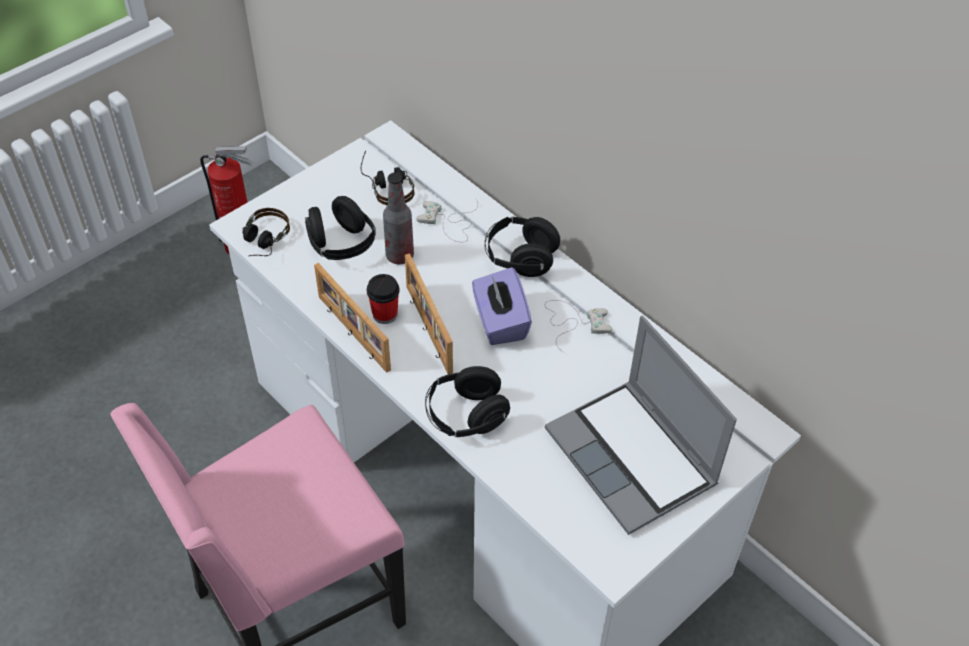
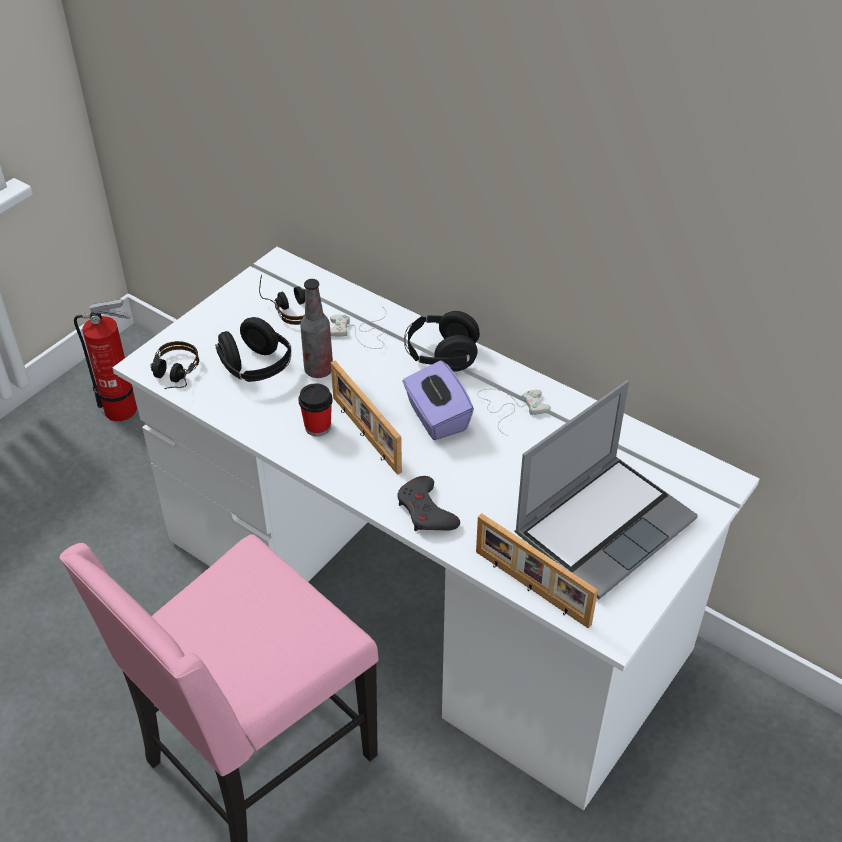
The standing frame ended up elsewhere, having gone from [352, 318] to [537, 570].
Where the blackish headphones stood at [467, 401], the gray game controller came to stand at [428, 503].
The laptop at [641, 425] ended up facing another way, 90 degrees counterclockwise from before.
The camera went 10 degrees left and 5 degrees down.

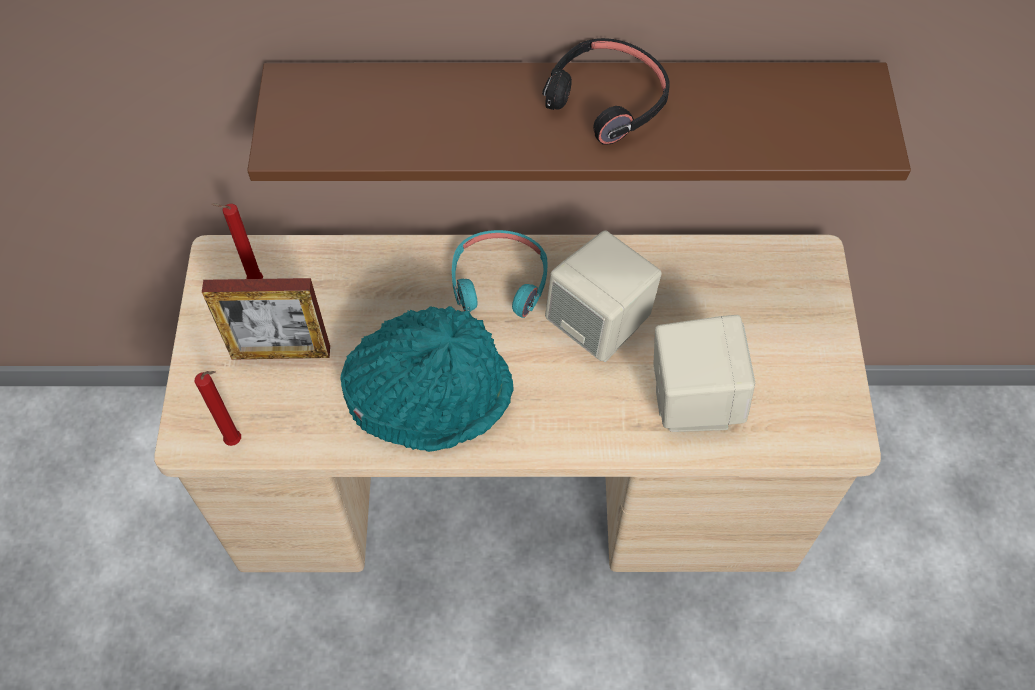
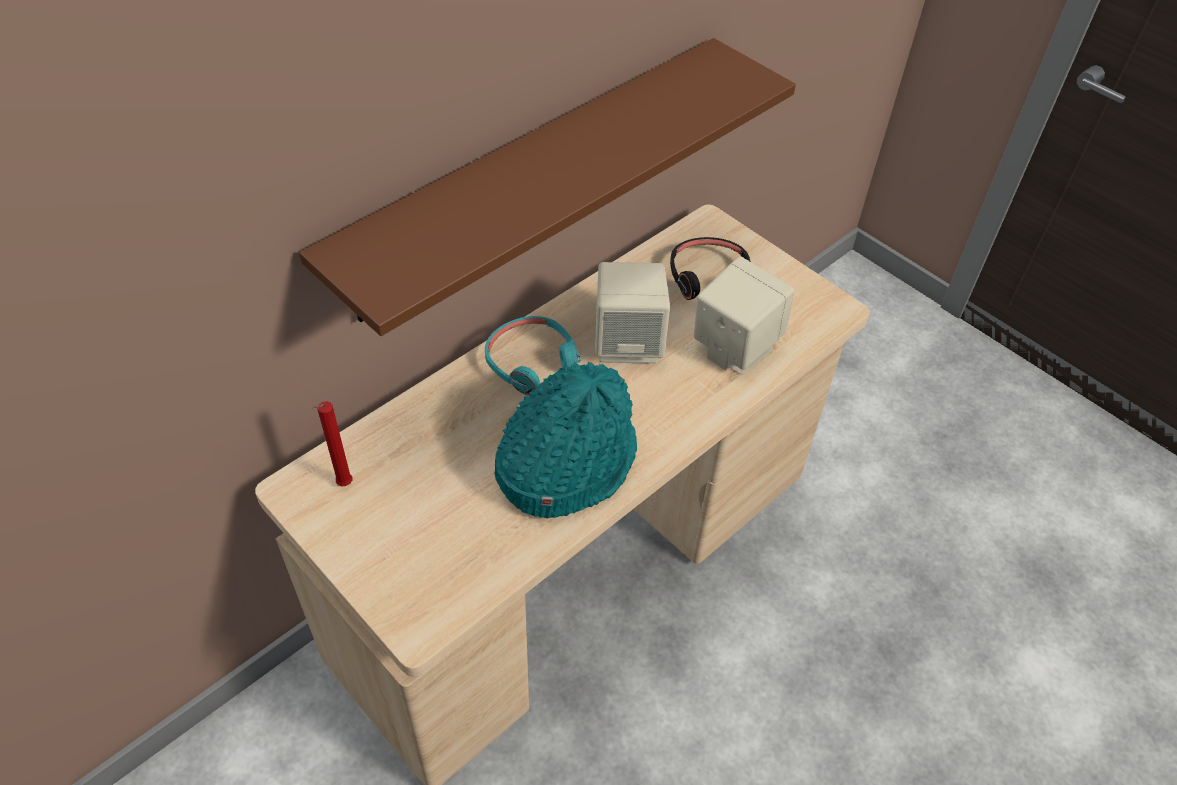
The second view lost the red wax candle at [218, 408].
The second view lost the standing frame at [266, 319].
The blackish headphones ended up elsewhere, having gone from [606, 91] to [710, 268].
The camera went 45 degrees left and 10 degrees down.

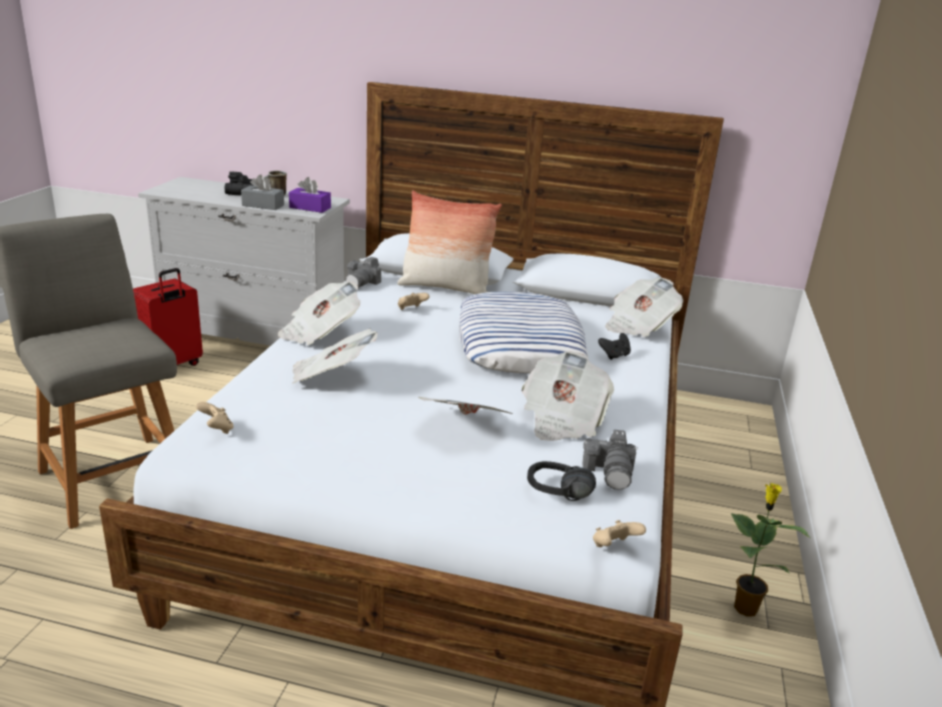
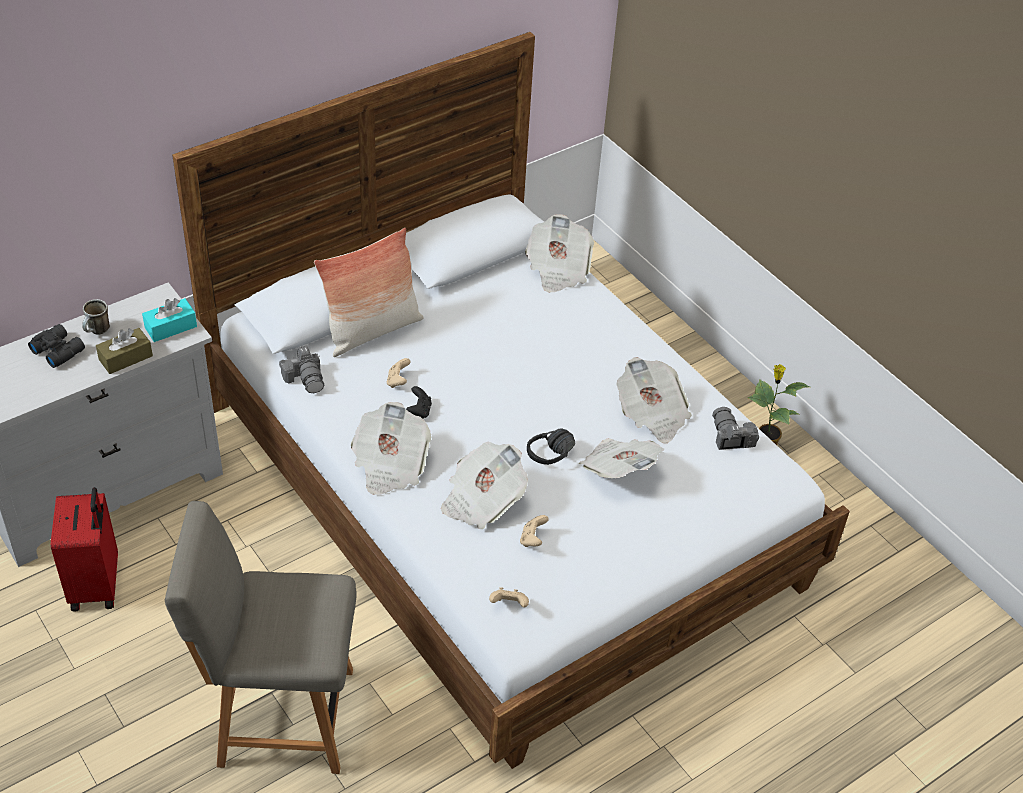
What was the gray tissue holder at [262, 192] turned into the brown tissue holder at [124, 351].
What was the purplish tissue holder at [310, 195] turned into the turquoise tissue holder at [169, 320].
The second view lost the cushion at [524, 333].
The blackish headphones ended up elsewhere, having gone from [561, 481] to [551, 446].
The photo camera at [610, 460] ended up facing another way, 150 degrees counterclockwise from before.
The beige game controller ended up elsewhere, having gone from [619, 533] to [534, 531].
The blackish game controller ended up elsewhere, having gone from [614, 346] to [419, 402].
The camera went 50 degrees left and 20 degrees up.

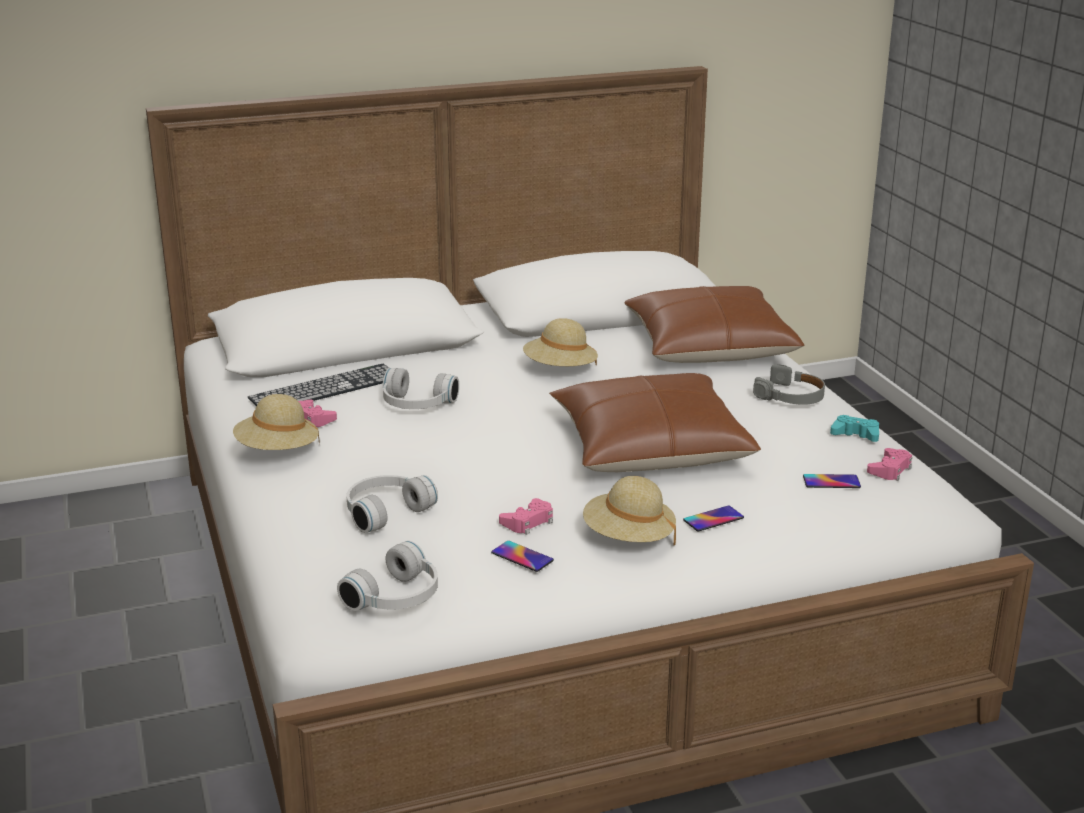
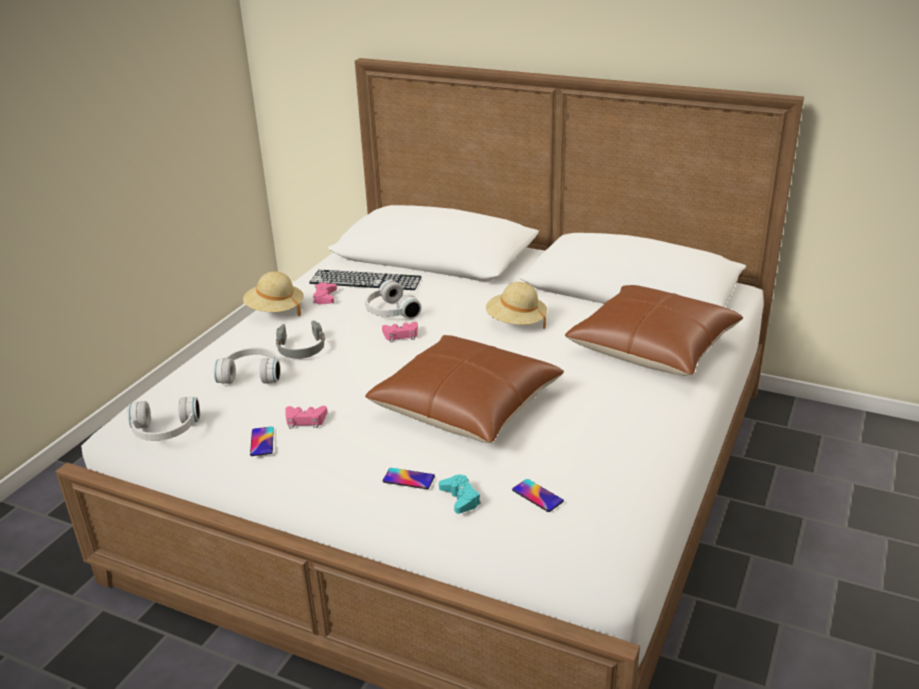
The second view lost the beige hat at [629, 511].
The gray headphones ended up elsewhere, having gone from [789, 384] to [300, 339].
The turquoise game controller ended up elsewhere, having gone from [854, 428] to [460, 494].
The pink-coloured game controller ended up elsewhere, having gone from [889, 464] to [400, 332].
The camera went 45 degrees right and 5 degrees up.

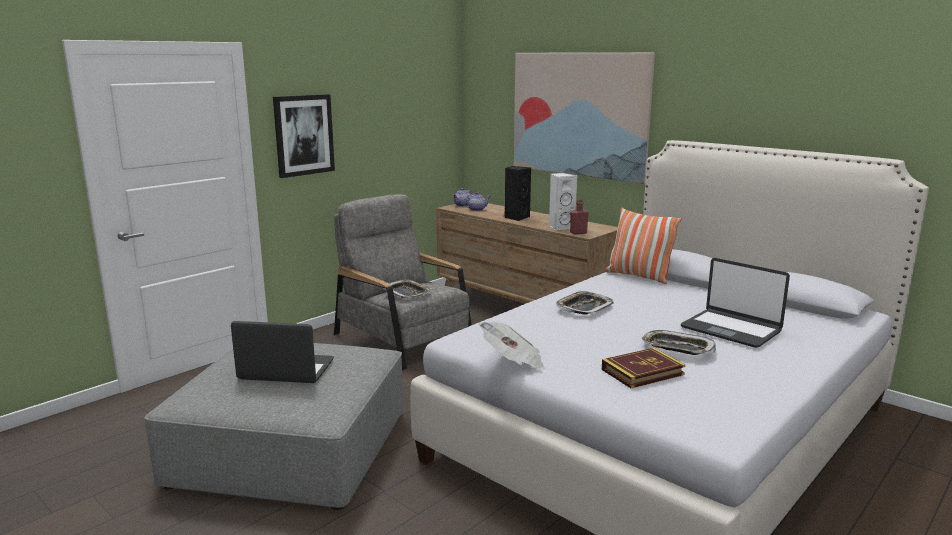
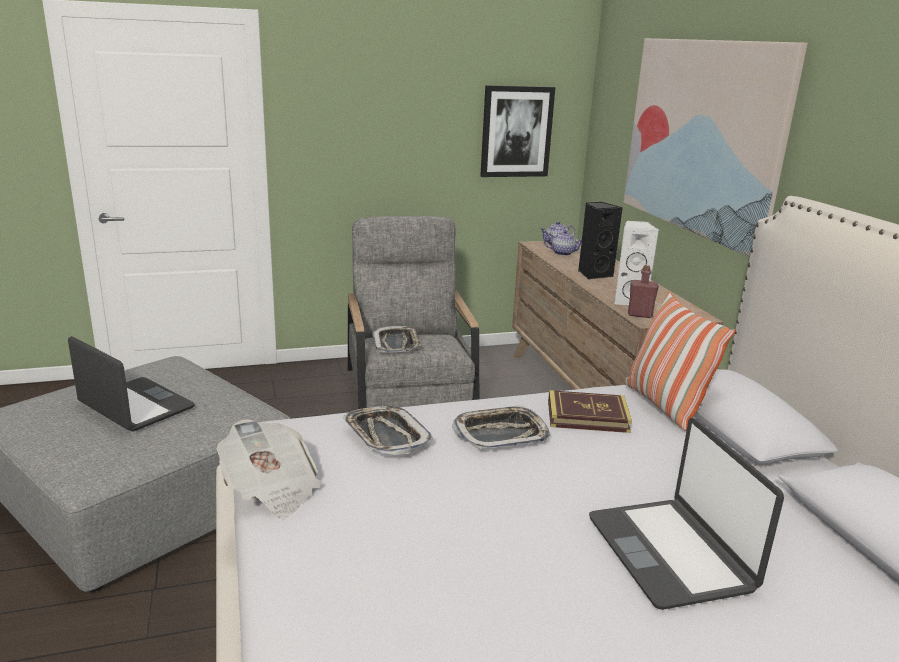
The wall picture ended up elsewhere, having gone from [304, 136] to [517, 131].
The volume ended up elsewhere, having gone from [643, 368] to [590, 411].
The serving tray ended up elsewhere, having gone from [678, 342] to [388, 430].
The camera went 30 degrees right and 5 degrees up.

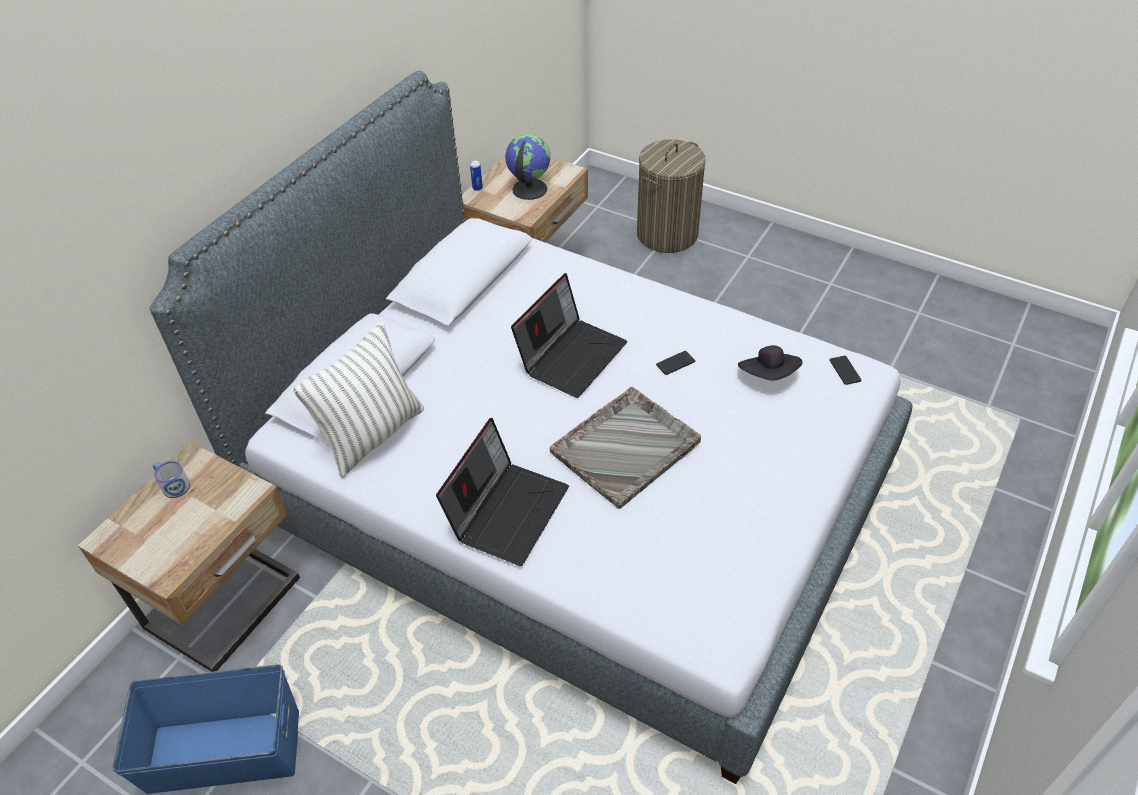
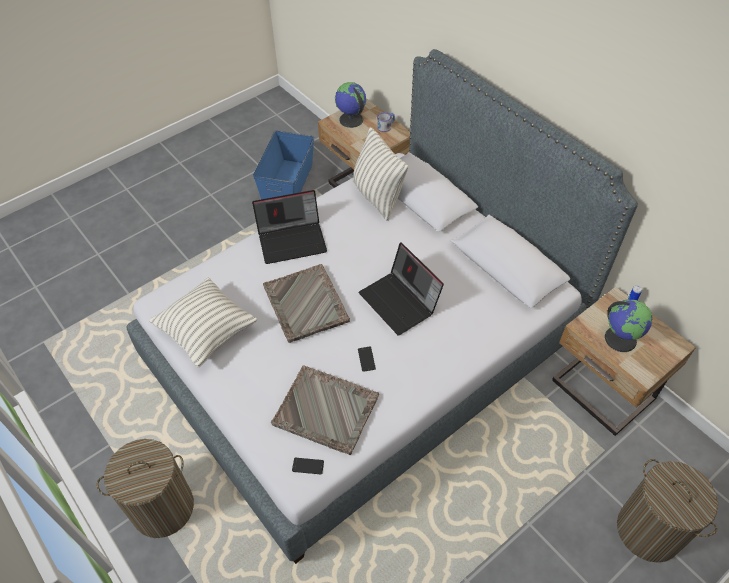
The laptop at [502, 492] ended up facing another way, 60 degrees counterclockwise from before.
Where the blackish hat stood at [770, 362], the gray serving tray came to stand at [325, 410].
The second view gained the hamper at [145, 488].
The second view gained the cushion at [203, 322].
The second view gained the globe at [350, 105].
The camera went 110 degrees right and 5 degrees up.

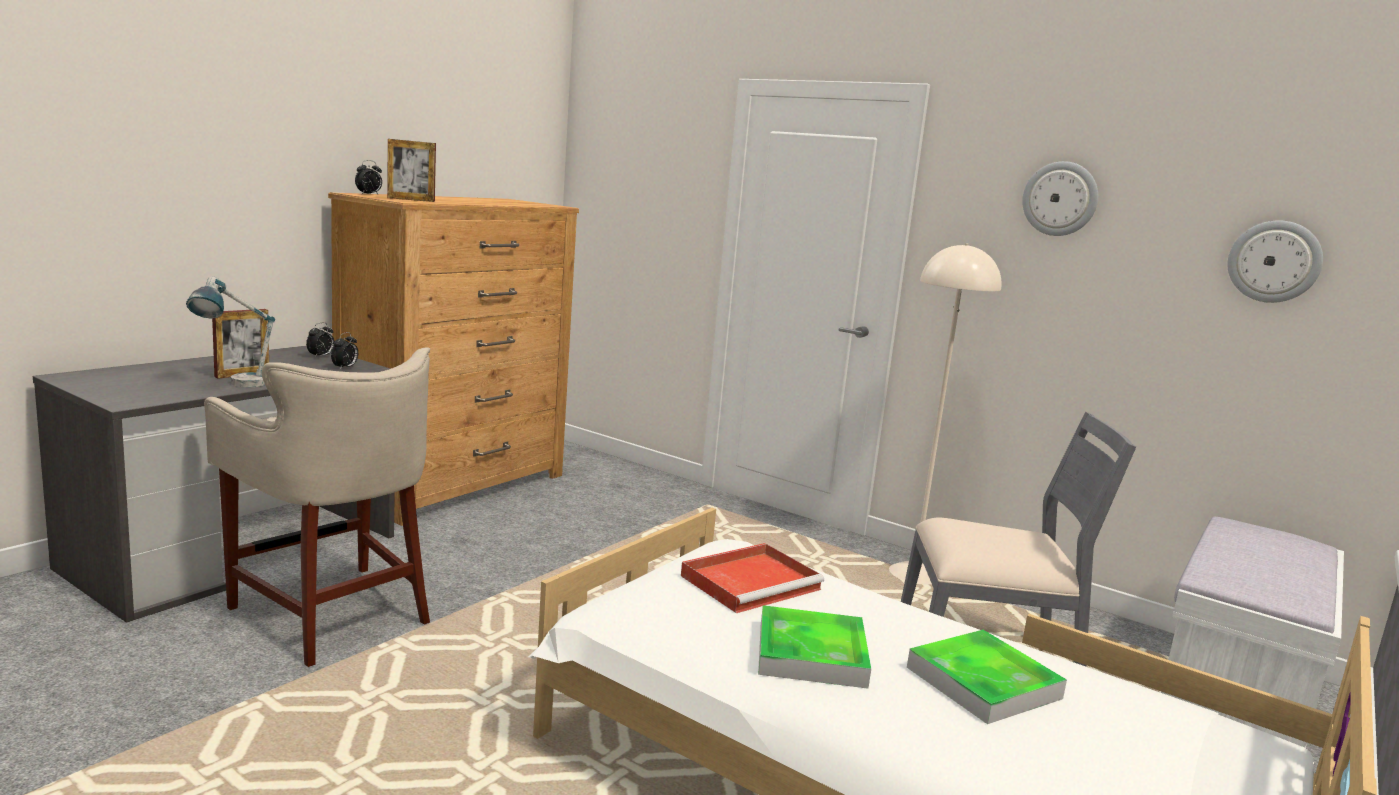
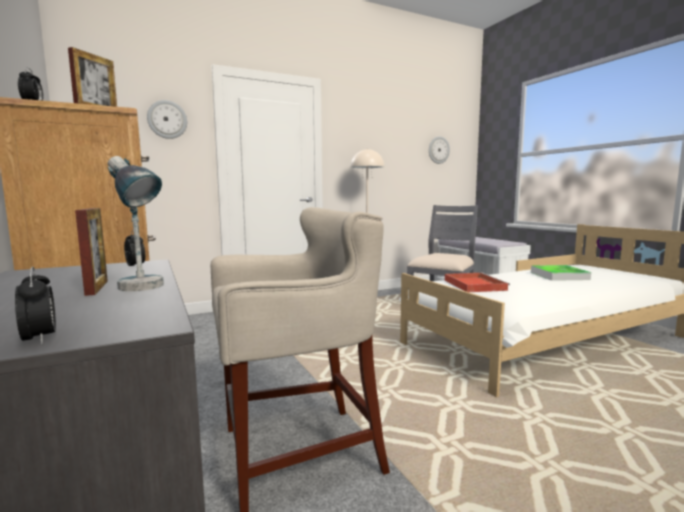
The alarm clock ended up elsewhere, having gone from [320, 340] to [35, 305].
The second view lost the serving tray at [814, 647].
The wall clock ended up elsewhere, having gone from [1060, 198] to [167, 119].
The camera went 60 degrees left and 5 degrees down.

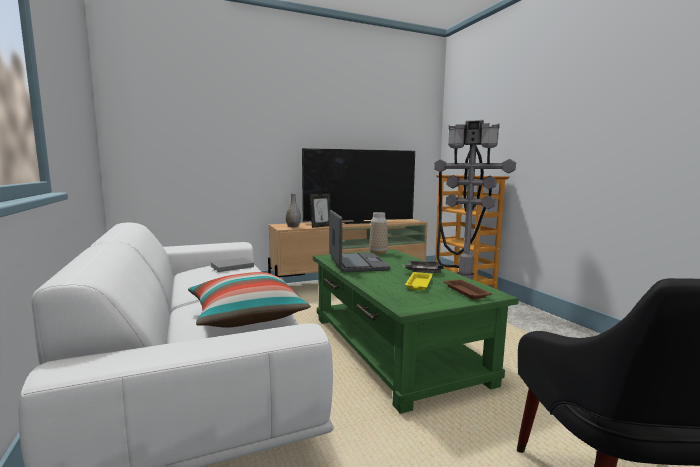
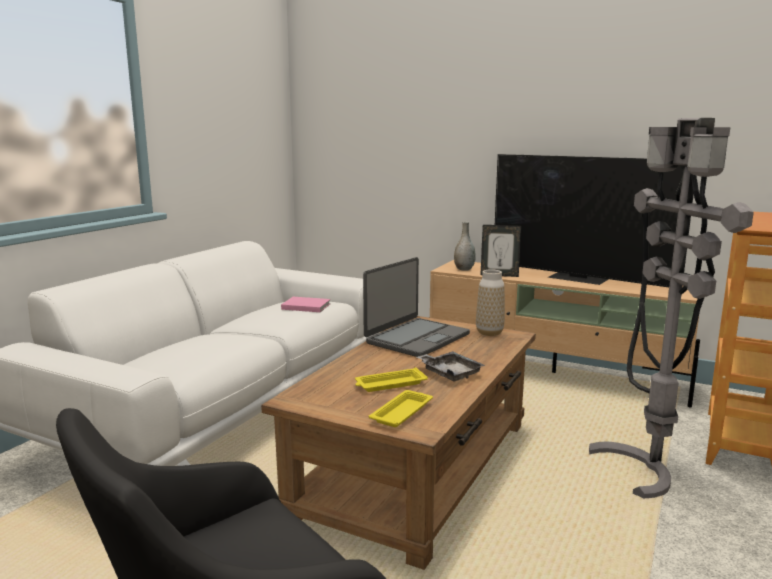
The second view lost the cushion at [249, 300].
What was the gray volume at [232, 265] turned into the pink-coloured volume at [305, 304].
What was the green lounge table at [416, 331] turned into the brown lounge table at [398, 443].
What was the brown serving tray at [468, 289] turned into the yellow-coloured serving tray at [401, 408].
The camera went 50 degrees right and 5 degrees up.

